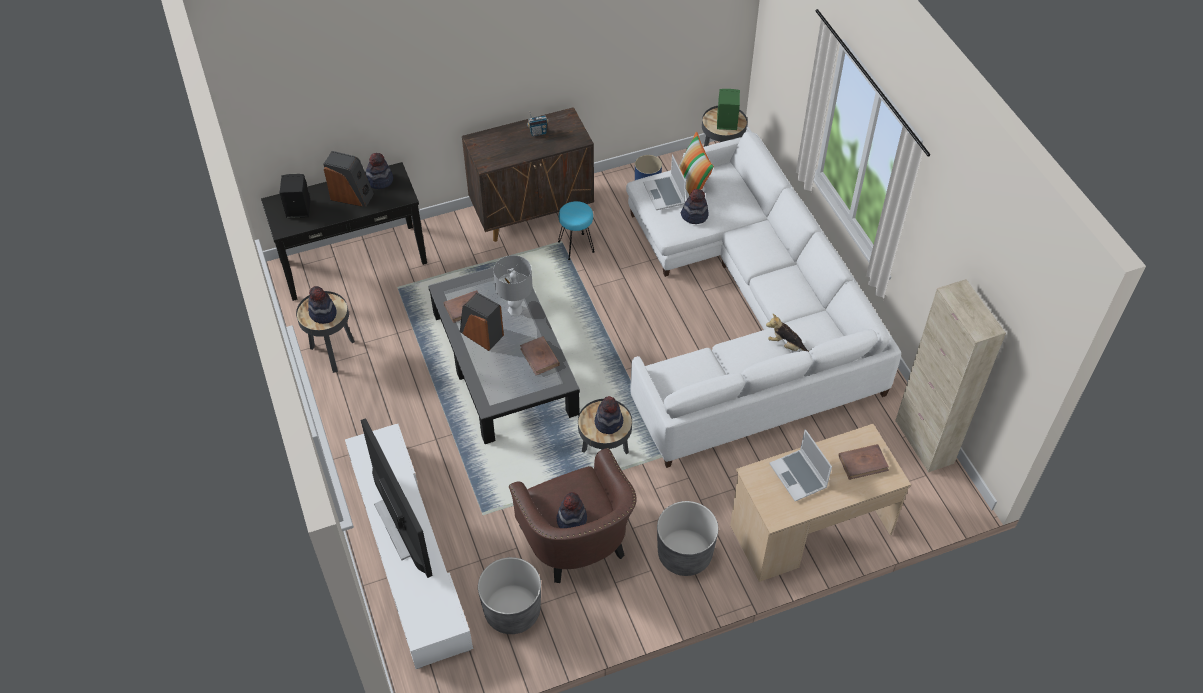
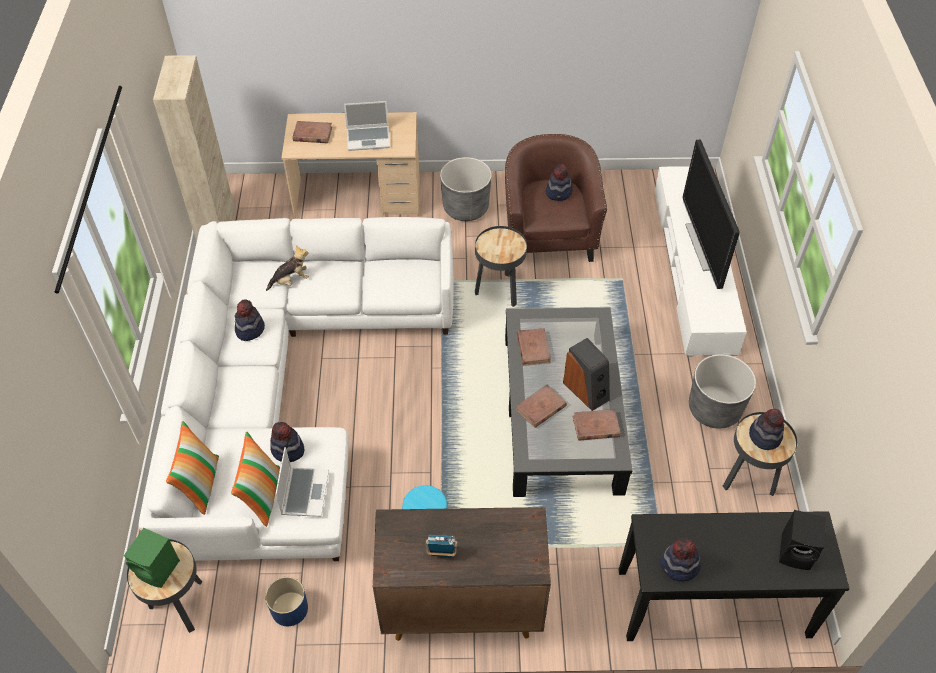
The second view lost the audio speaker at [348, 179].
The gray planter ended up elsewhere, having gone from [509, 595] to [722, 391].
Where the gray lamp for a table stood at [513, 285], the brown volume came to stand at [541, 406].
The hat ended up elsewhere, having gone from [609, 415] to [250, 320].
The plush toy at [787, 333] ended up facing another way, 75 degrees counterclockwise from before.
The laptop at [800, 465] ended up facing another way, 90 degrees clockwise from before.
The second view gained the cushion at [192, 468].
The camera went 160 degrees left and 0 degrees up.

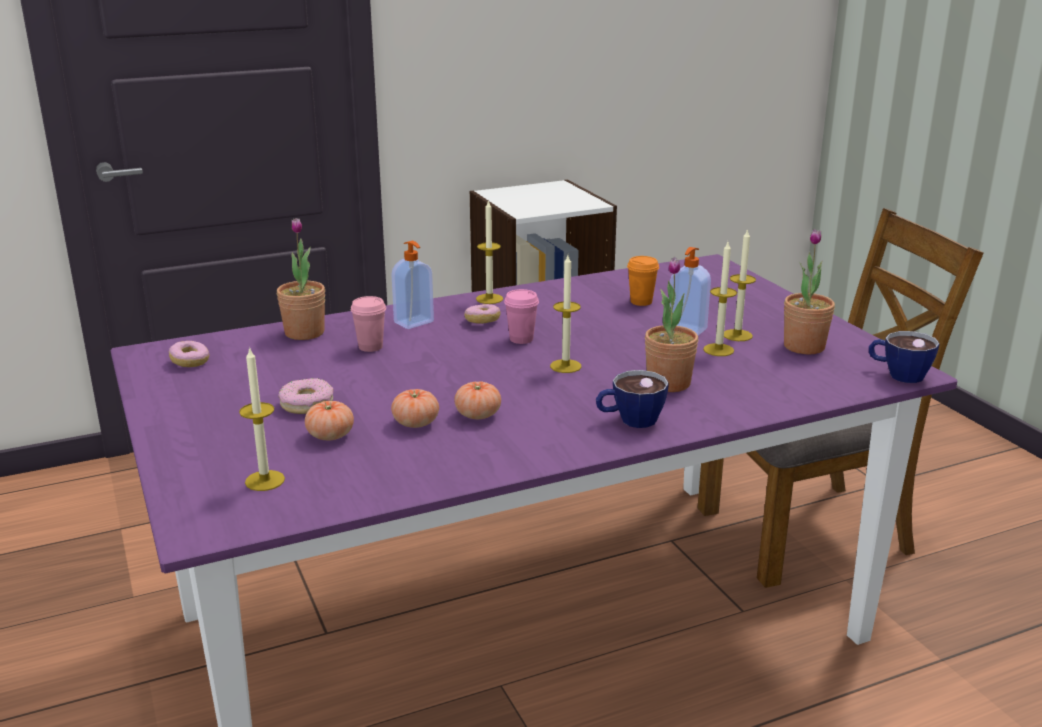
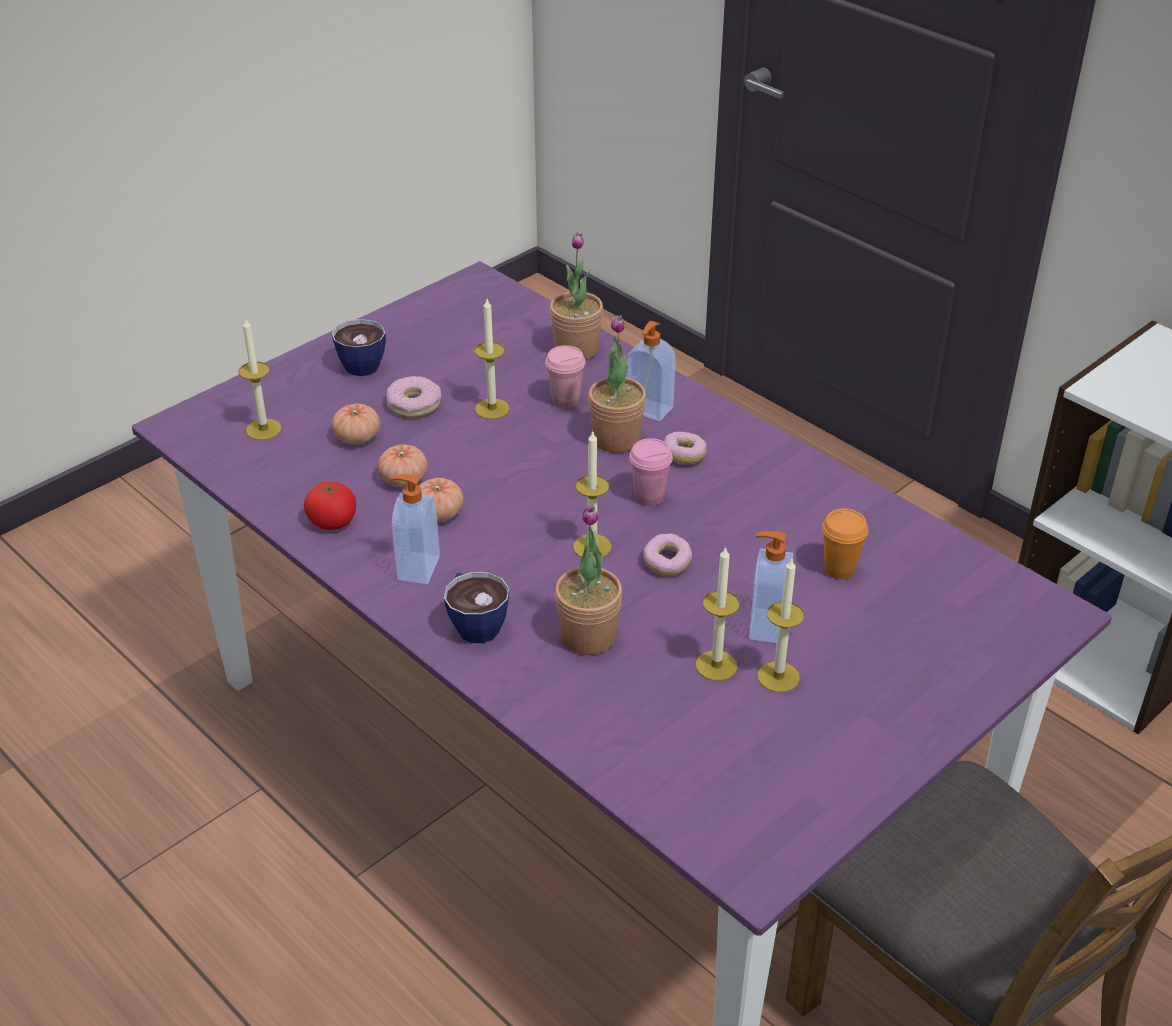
The donut ended up elsewhere, having gone from [189, 354] to [667, 554].
The wax candle ended up elsewhere, having gone from [489, 252] to [492, 359].
The potted plant ended up elsewhere, having gone from [809, 292] to [617, 384].
The small cup ended up elsewhere, having gone from [904, 357] to [359, 347].
The second view gained the tomato at [330, 505].
The second view gained the soap dispenser at [415, 529].
The camera went 70 degrees right and 15 degrees up.

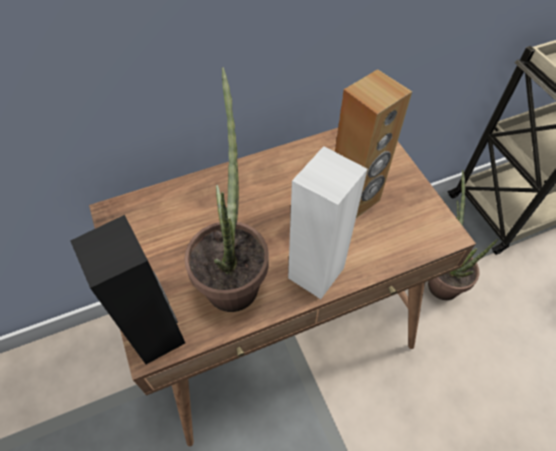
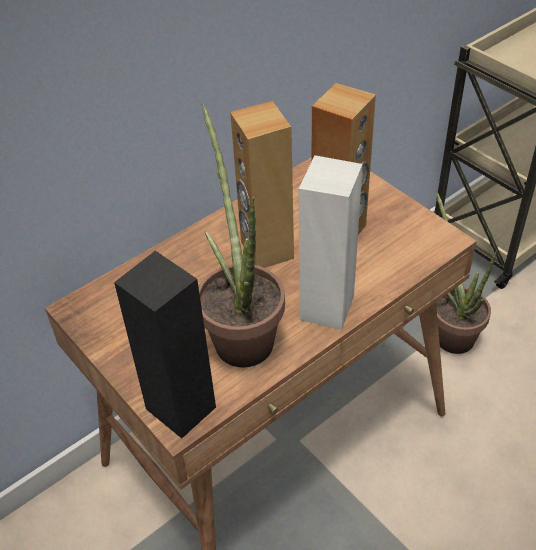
The second view gained the brown audio speaker at [262, 184].
The camera went 15 degrees left and 10 degrees down.

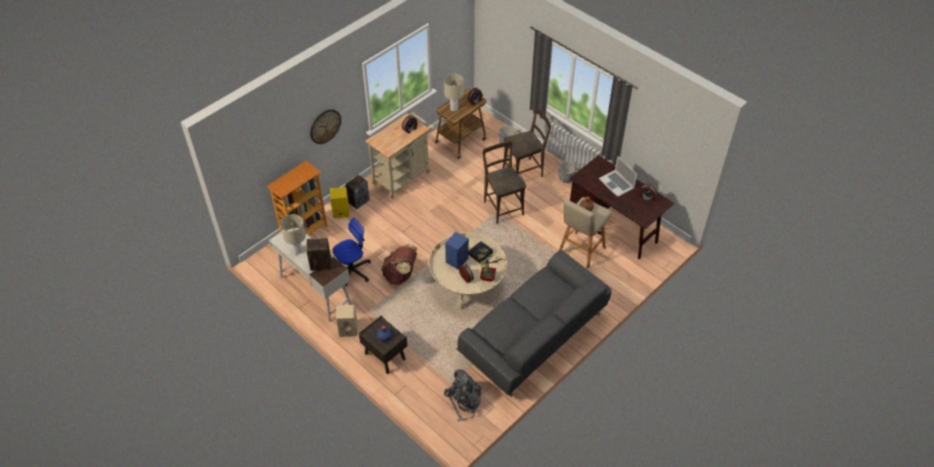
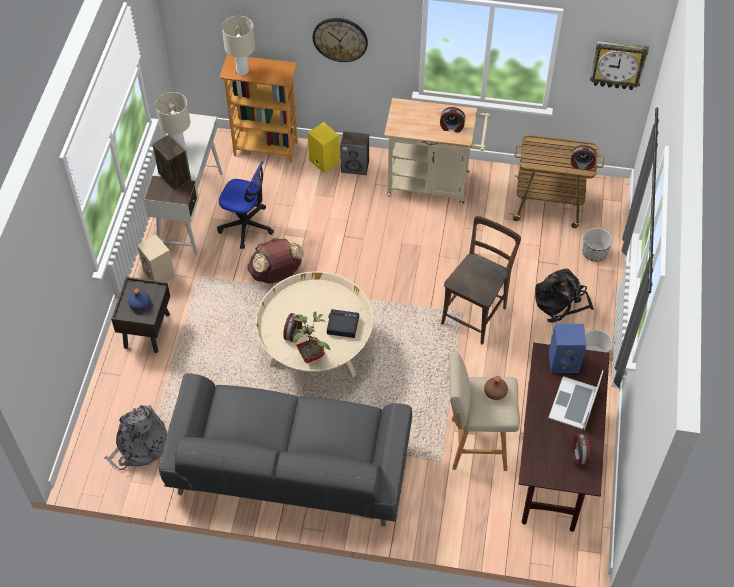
The beige lamp for a table ended up elsewhere, having gone from [454, 92] to [238, 45].
The blue-coloured audio speaker ended up elsewhere, having gone from [457, 251] to [567, 348].
Where the brown upright chair stood at [526, 142], the blackish backpack came to stand at [564, 296].
The second view gained the wall clock at [619, 65].
The camera went 55 degrees right and 5 degrees up.

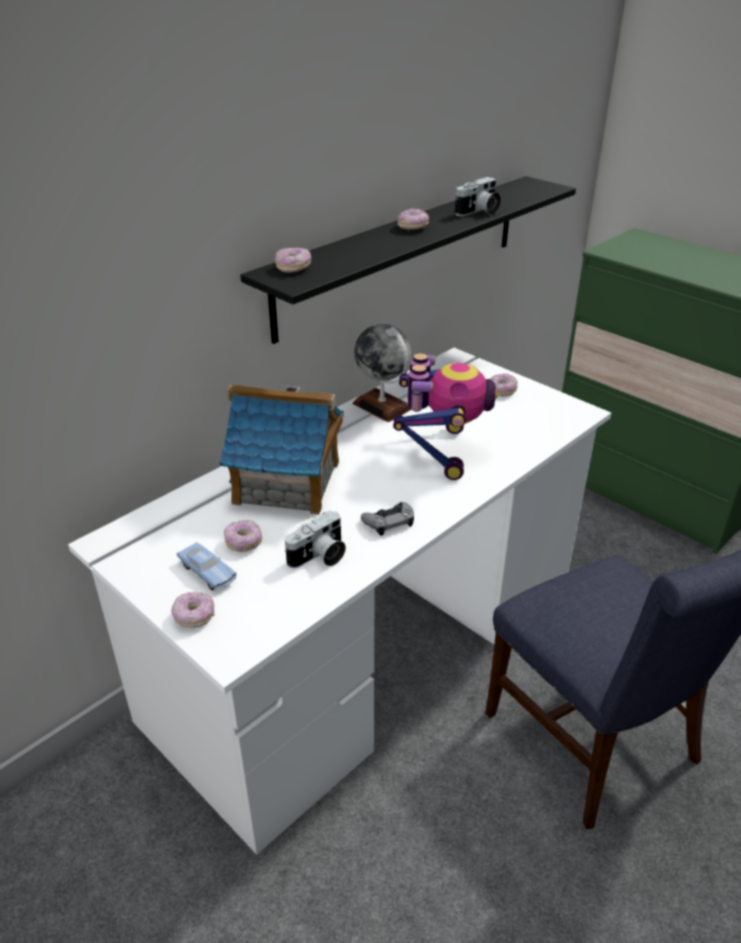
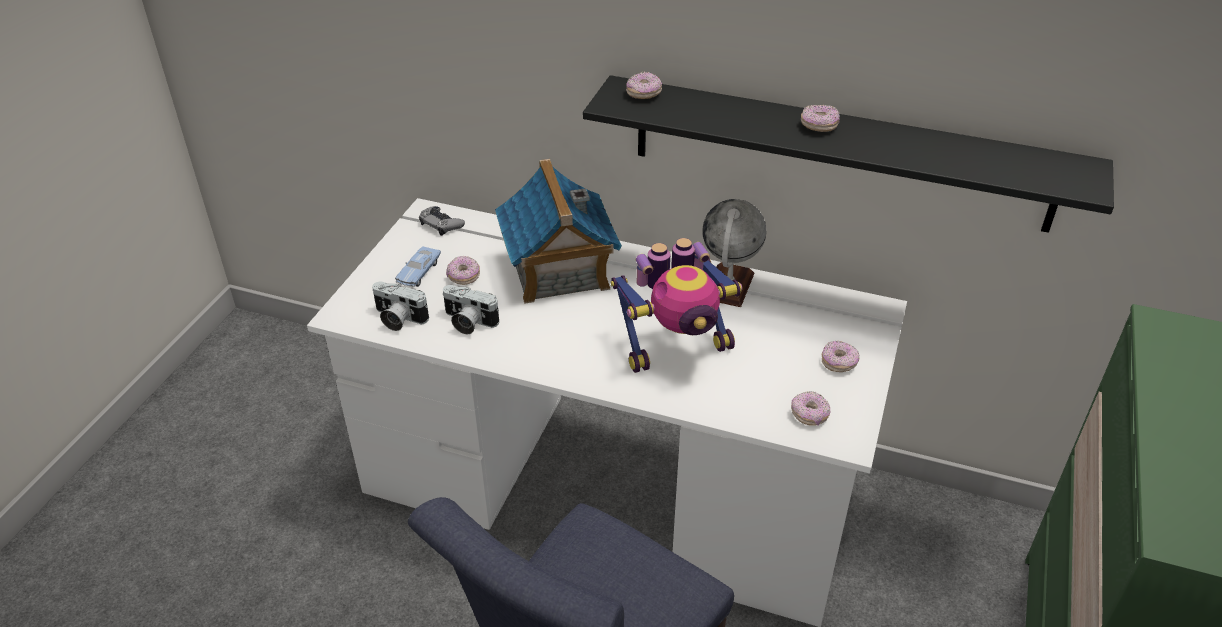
The donut ended up elsewhere, having gone from [192, 610] to [810, 408].
The gray game controller ended up elsewhere, having gone from [387, 519] to [442, 221].
The photo camera ended up elsewhere, having gone from [478, 196] to [400, 306].
The camera went 65 degrees right and 5 degrees up.

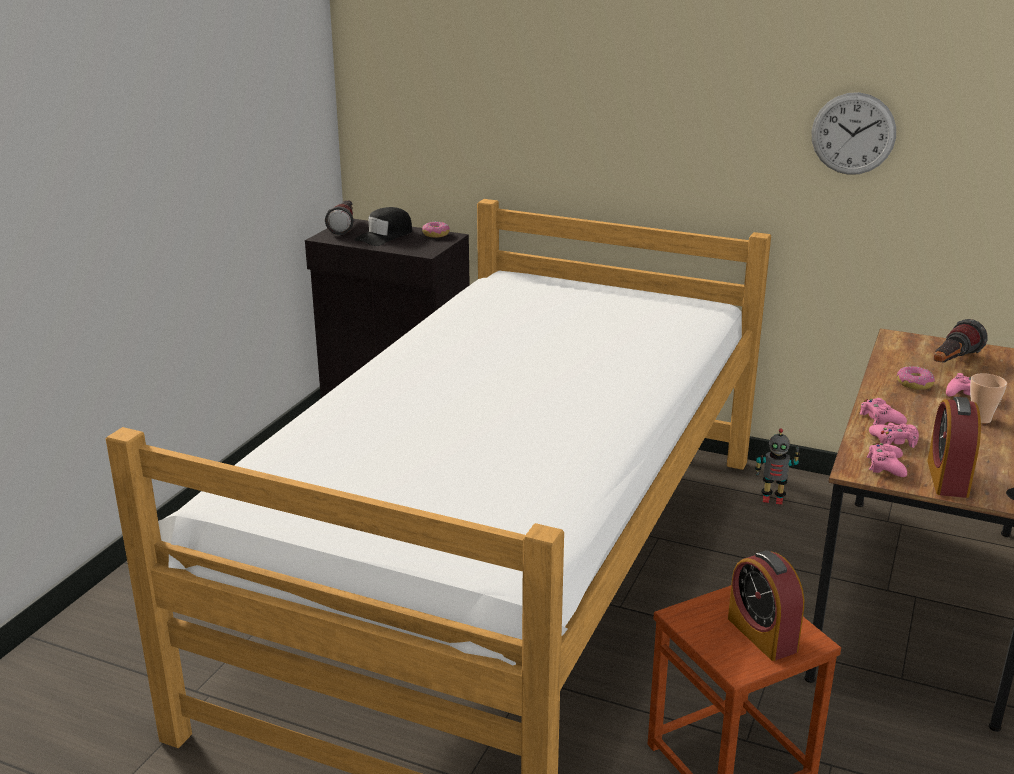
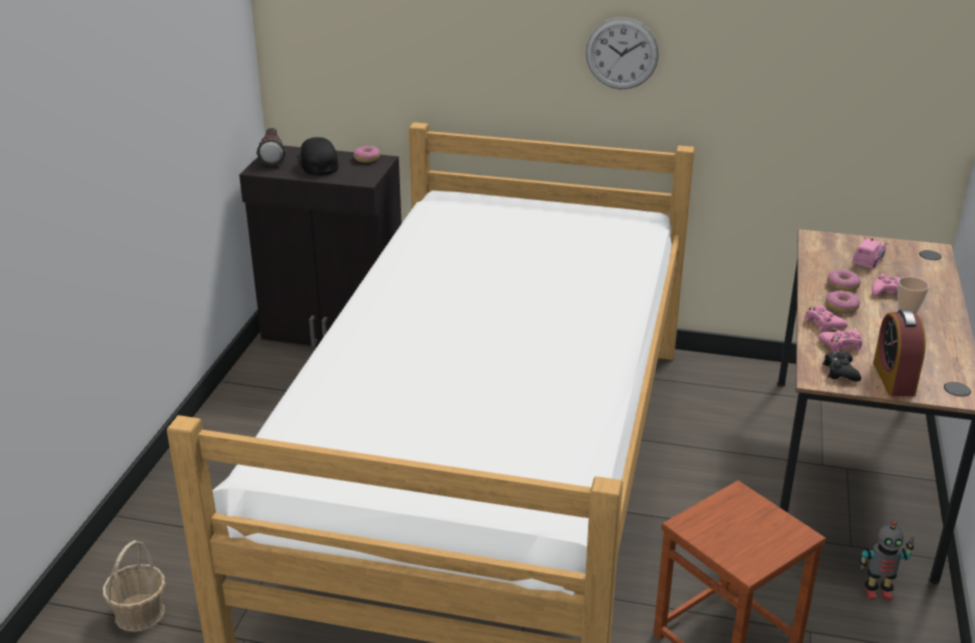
The blackish cap at [383, 226] ended up facing another way, 135 degrees clockwise from before.
The second view lost the alarm clock at [766, 605].
The toy robot ended up elsewhere, having gone from [777, 466] to [887, 560].
The wall clock ended up elsewhere, having gone from [854, 133] to [622, 53].
What was the pink-coloured game controller at [887, 460] turned into the blackish game controller at [842, 366].
Where the flashlight stood at [961, 340], the pink-coloured toy car came to stand at [869, 253].
The second view gained the basket at [134, 586].
The second view gained the donut at [843, 301].
The camera went 10 degrees left and 5 degrees up.

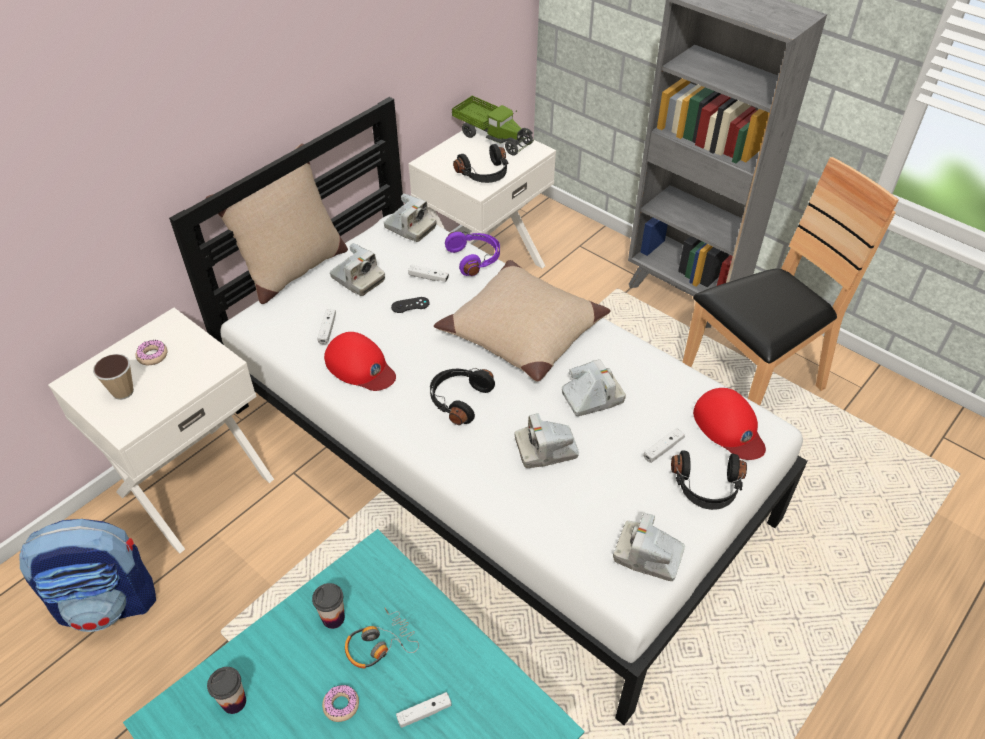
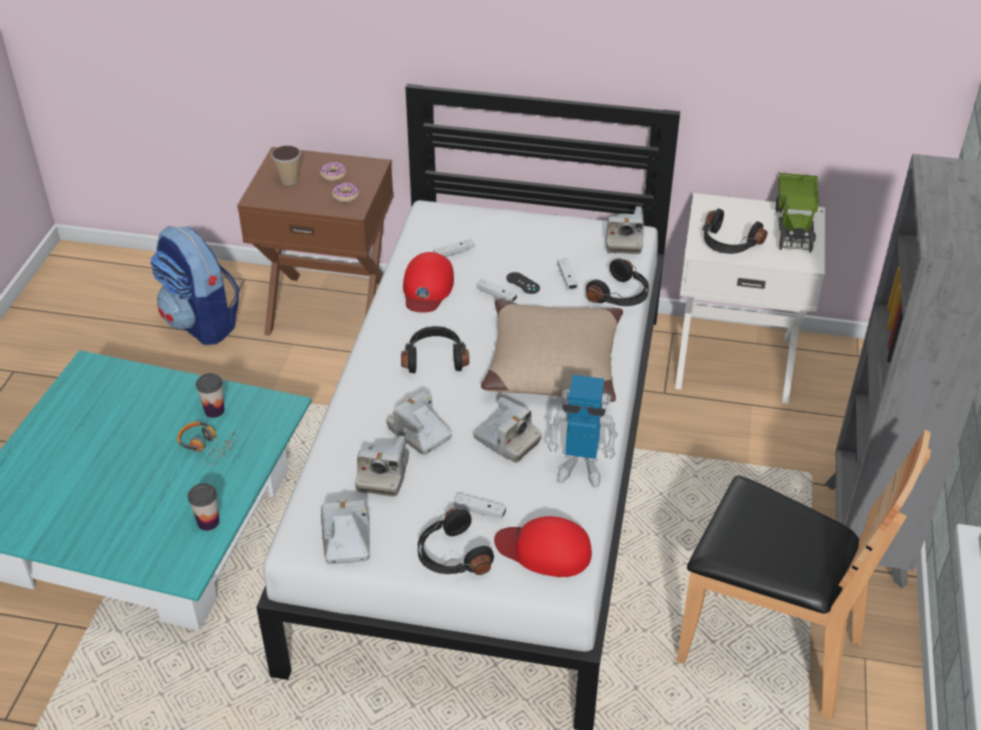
What was the whitish nightstand at [161, 430] turned into the brown nightstand at [315, 241].
The second view lost the beige cushion at [277, 223].
The small cup ended up elsewhere, having gone from [226, 690] to [203, 507].
The donut ended up elsewhere, having gone from [340, 703] to [345, 193].
The photo camera ended up elsewhere, having gone from [357, 269] to [382, 466].
The whitish game controller ended up elsewhere, having gone from [424, 710] to [497, 290].
What was the purplish headphones at [472, 253] turned into the blackish headphones at [617, 282].
The red cap at [729, 424] ended up facing another way, 75 degrees clockwise from before.
The second view gained the toy robot at [583, 431].
The camera went 60 degrees right and 5 degrees down.

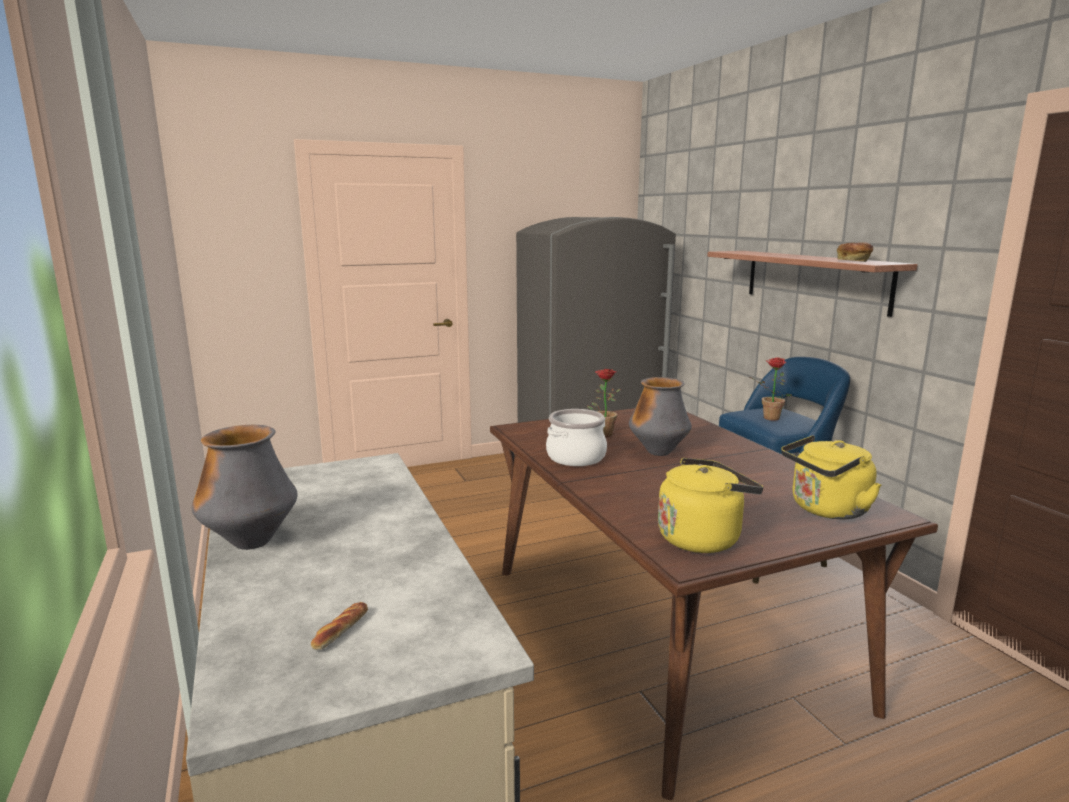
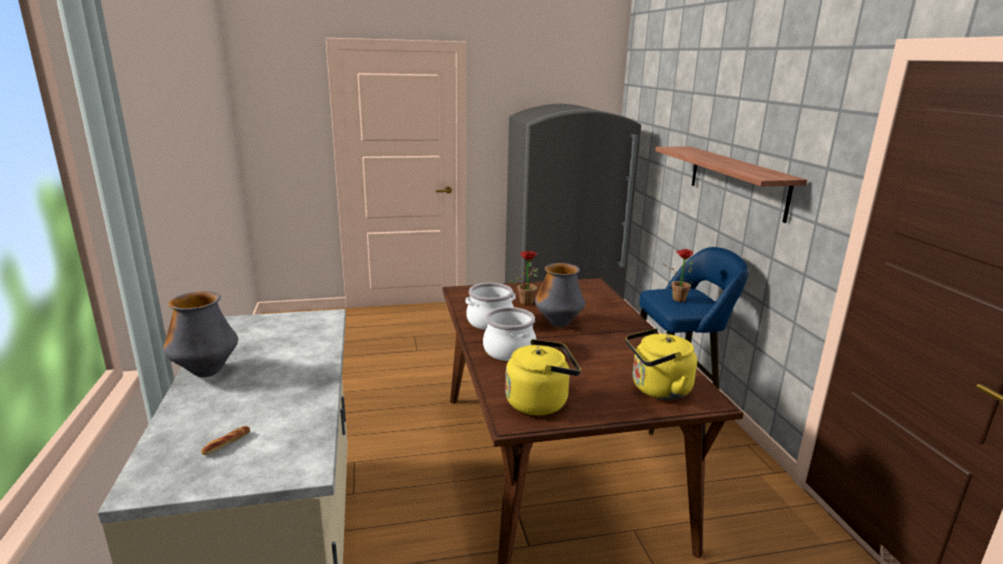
The second view lost the bread at [855, 252].
The second view gained the saucepot at [509, 334].
The camera went 10 degrees right and 5 degrees up.

